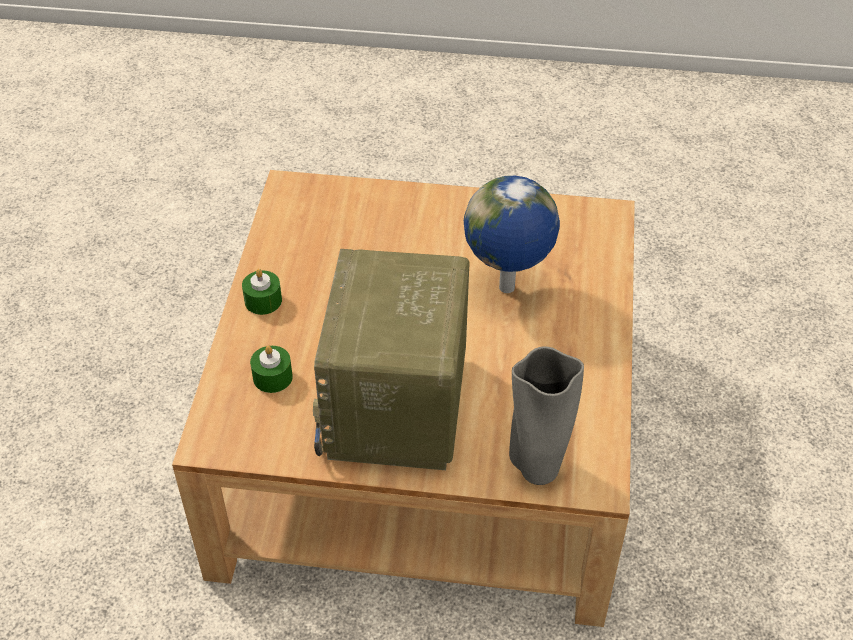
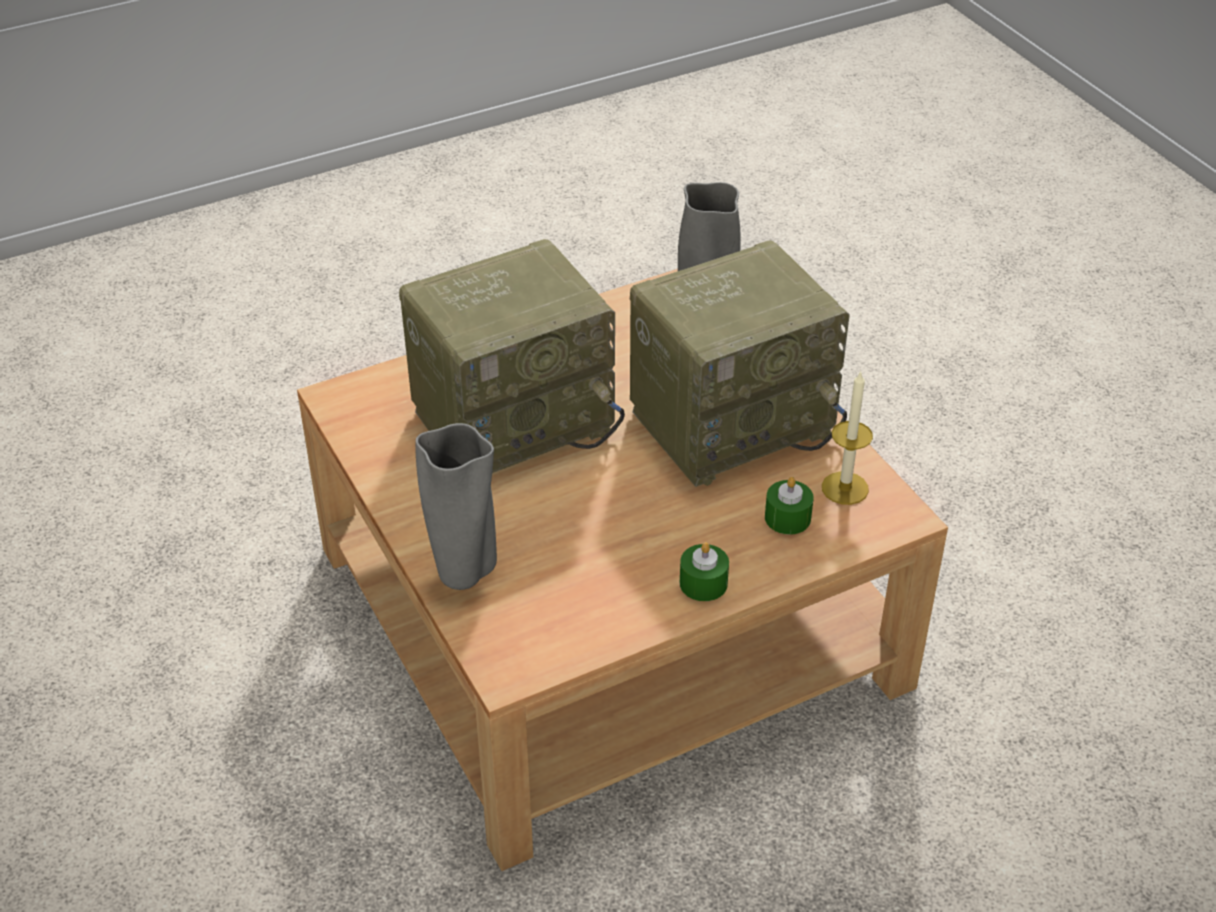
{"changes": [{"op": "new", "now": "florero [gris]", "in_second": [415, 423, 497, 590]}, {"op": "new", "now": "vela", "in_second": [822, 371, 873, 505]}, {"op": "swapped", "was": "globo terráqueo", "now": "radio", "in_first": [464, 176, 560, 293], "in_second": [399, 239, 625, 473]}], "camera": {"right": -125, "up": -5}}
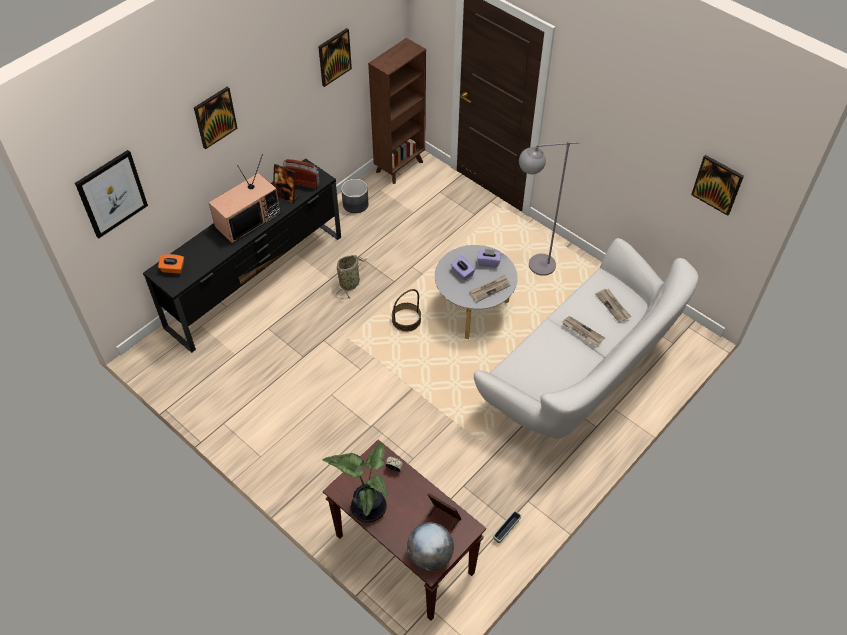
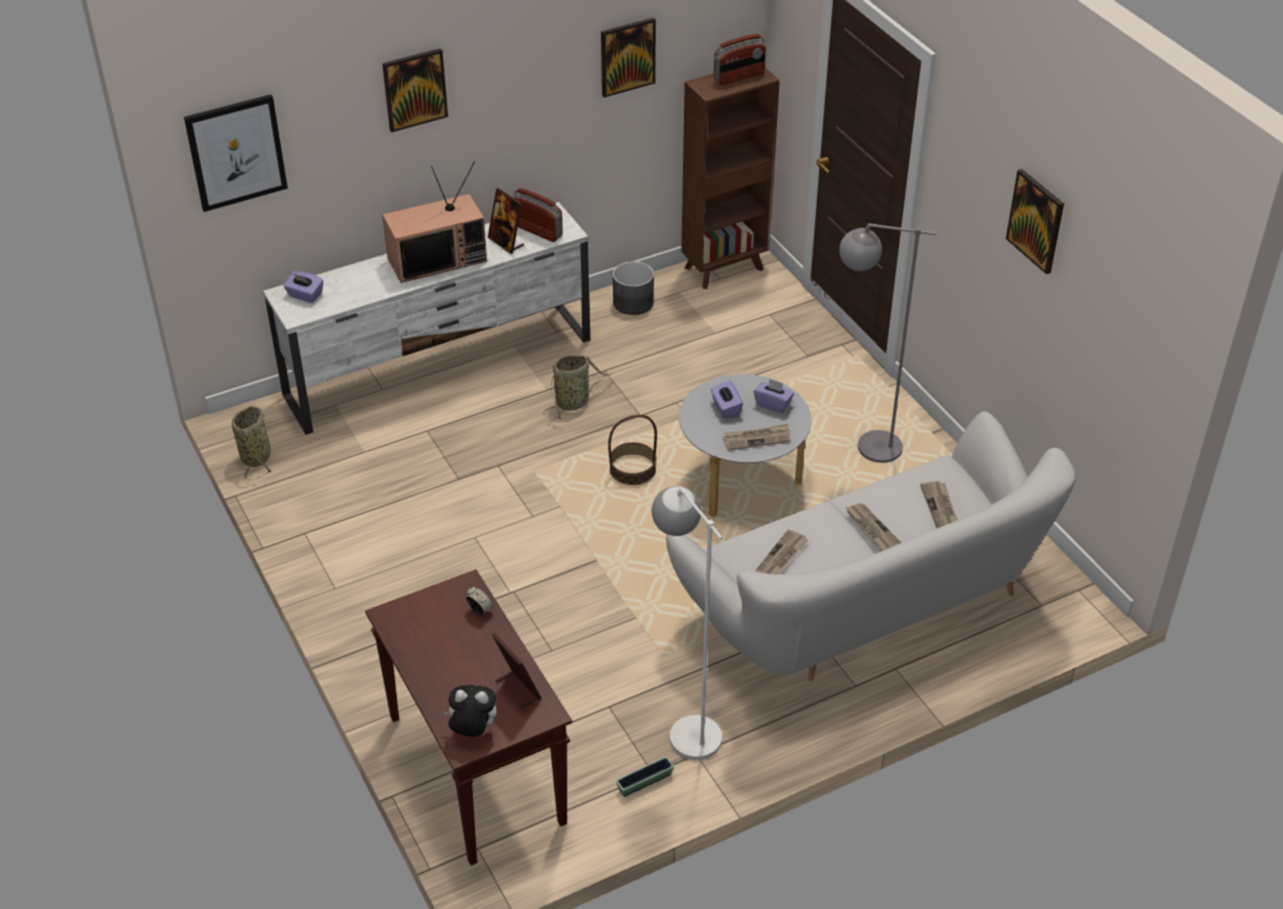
{"changes": [{"op": "gone", "was": "planta en maceta", "in_first": [322, 443, 390, 523]}, {"op": "new", "now": "cesta", "in_second": [232, 406, 272, 480]}, {"op": "new", "now": "lámpara de pie [blanco]", "in_second": [652, 486, 723, 760]}, {"op": "new", "now": "radio", "in_second": [714, 34, 766, 85]}, {"op": "new", "now": "periódico", "in_second": [755, 529, 808, 574]}, {"op": "shifted", "was": "cuadro", "in_first": [691, 155, 744, 216], "in_second": [1006, 169, 1064, 274]}, {"op": "swapped", "was": "globo terráqueo", "now": "peluche", "in_first": [407, 522, 454, 571], "in_second": [444, 685, 497, 737]}, {"op": "repainted", "was": "mueble de televisión [negro]", "now": "mueble de televisión [blanco]", "in_first": [143, 158, 341, 353], "in_second": [263, 202, 590, 435]}, {"op": "repainted", "was": "caja de pañuelos [naranja]", "now": "caja de pañuelos [morado]", "in_first": [158, 254, 184, 274], "in_second": [284, 271, 323, 303]}], "camera": {"right": 20, "up": -10}}
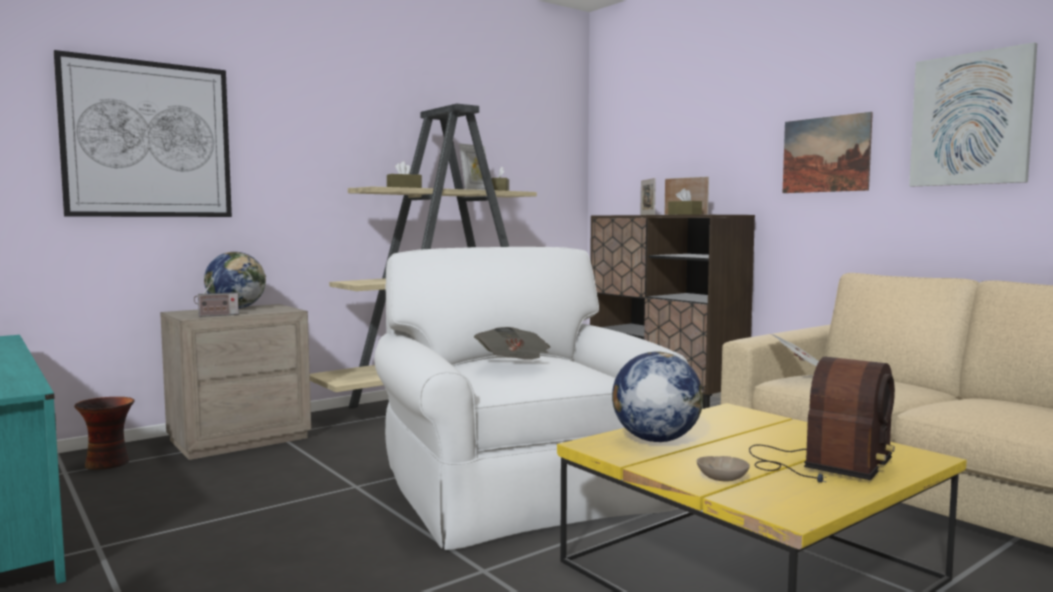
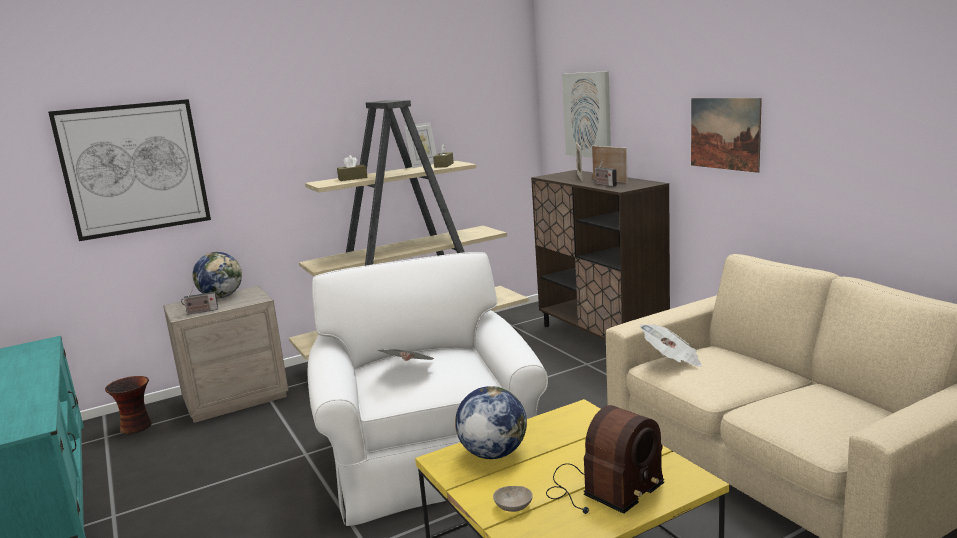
{"changes": [{"op": "shifted", "was": "cuadro", "in_first": [909, 42, 1037, 186], "in_second": [562, 71, 611, 158]}, {"op": "swapped", "was": "caja de pañuelos [marrón]", "now": "radio", "in_first": [668, 188, 702, 215], "in_second": [594, 159, 617, 187]}], "camera": {"right": 10, "up": 10}}
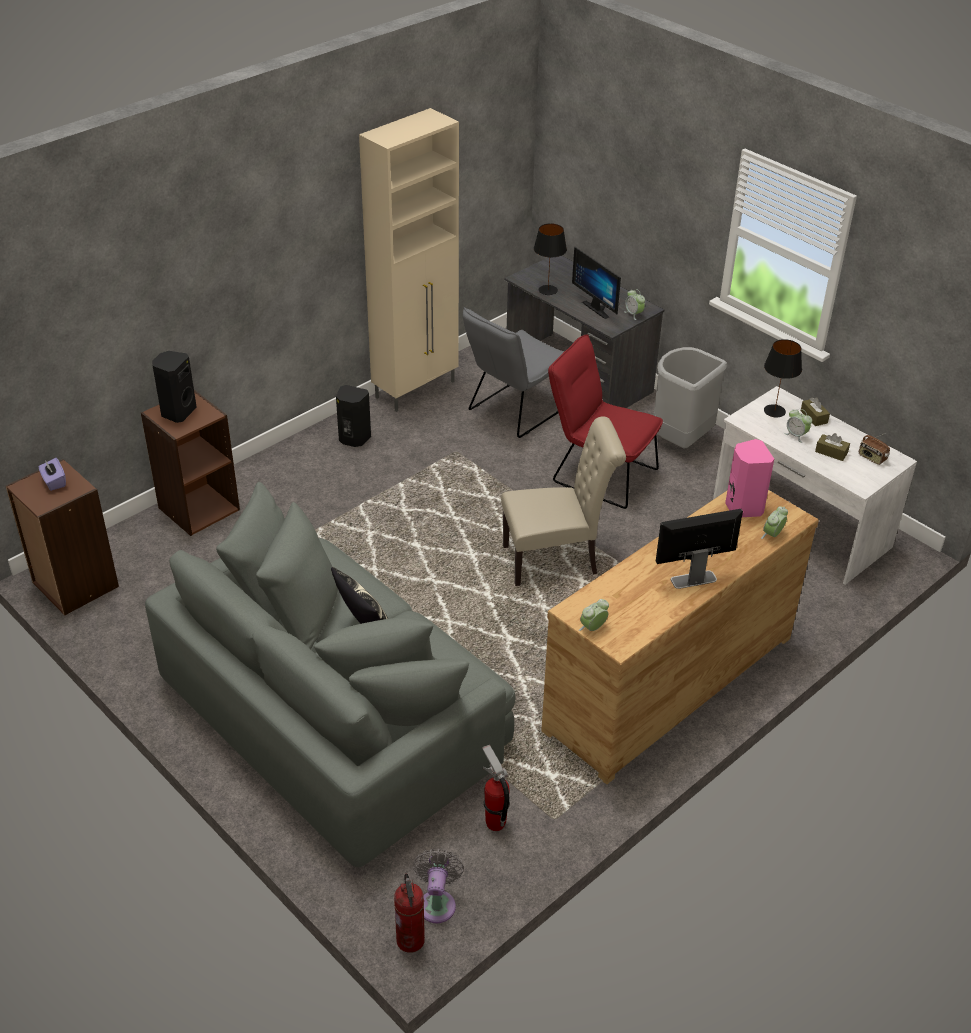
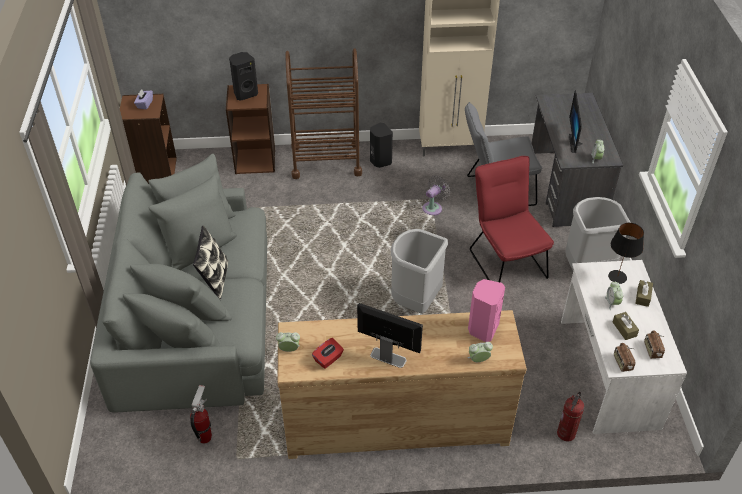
{"changes": [{"op": "gone", "was": "lámpara de mesa [negro]", "in_first": [534, 223, 567, 295]}, {"op": "new", "now": "carrito [marrón]", "in_second": [285, 48, 362, 179]}, {"op": "new", "now": "caja de pañuelos [rojo]", "in_second": [312, 338, 344, 369]}, {"op": "new", "now": "radio", "in_second": [614, 343, 636, 372]}, {"op": "shifted", "was": "extintor", "in_first": [394, 873, 425, 953], "in_second": [557, 392, 584, 441]}, {"op": "shifted", "was": "ventilador [gris]", "in_first": [413, 849, 464, 923], "in_second": [422, 175, 450, 216]}, {"op": "swapped", "was": "silla [beis]", "now": "papelera [gris]", "in_first": [501, 416, 626, 586], "in_second": [391, 229, 448, 314]}], "camera": {"right": 40, "up": 5}}
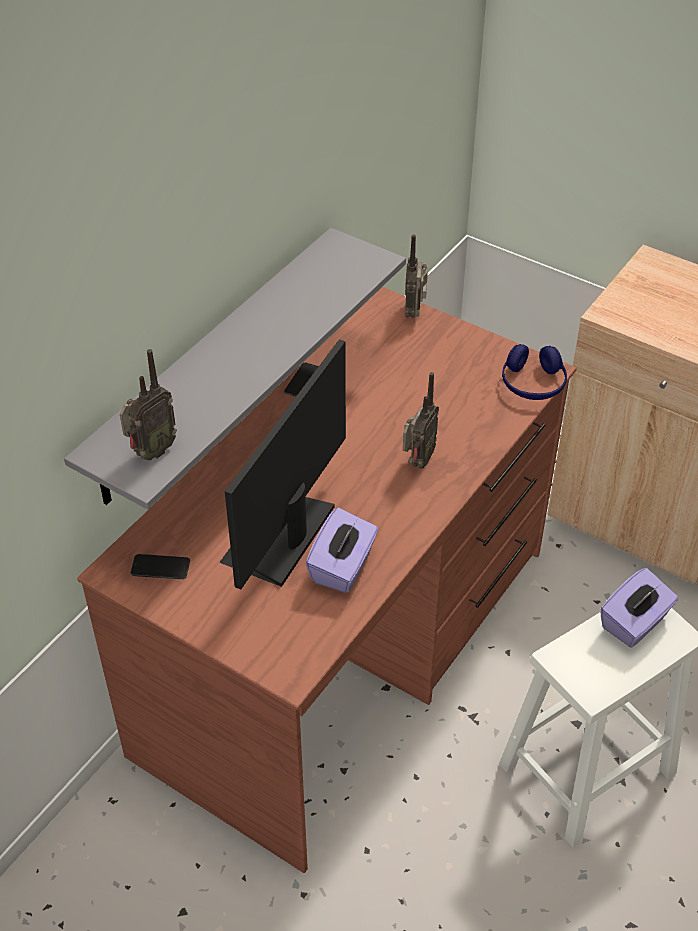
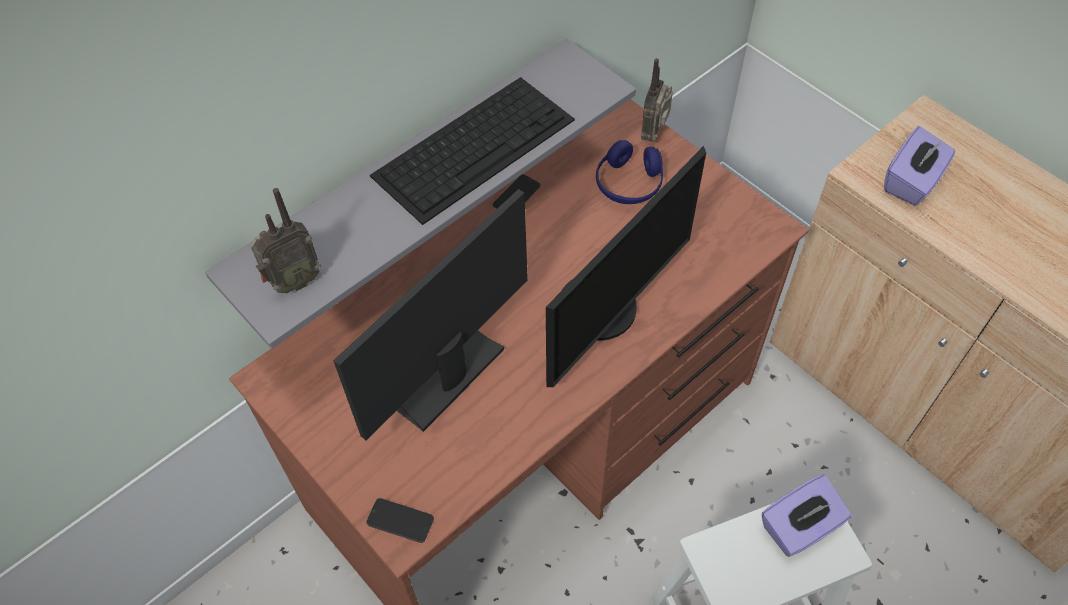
{"changes": [{"op": "new", "now": "teclado", "in_second": [370, 77, 575, 225]}, {"op": "shifted", "was": "móvil", "in_first": [131, 554, 190, 579], "in_second": [366, 498, 434, 543]}, {"op": "shifted", "was": "caja de pañuelos [morado]", "in_first": [306, 508, 378, 593], "in_second": [884, 126, 955, 206]}, {"op": "shifted", "was": "auriculares [azul]", "in_first": [502, 344, 567, 400], "in_second": [596, 140, 663, 204]}, {"op": "swapped", "was": "radio", "now": "monitor", "in_first": [403, 372, 439, 468], "in_second": [546, 146, 706, 387]}], "camera": {"right": 15, "up": 10}}
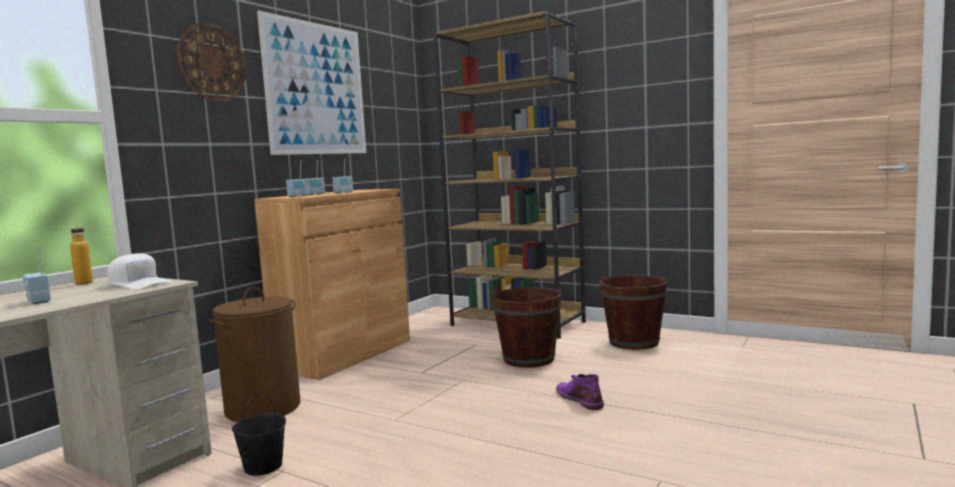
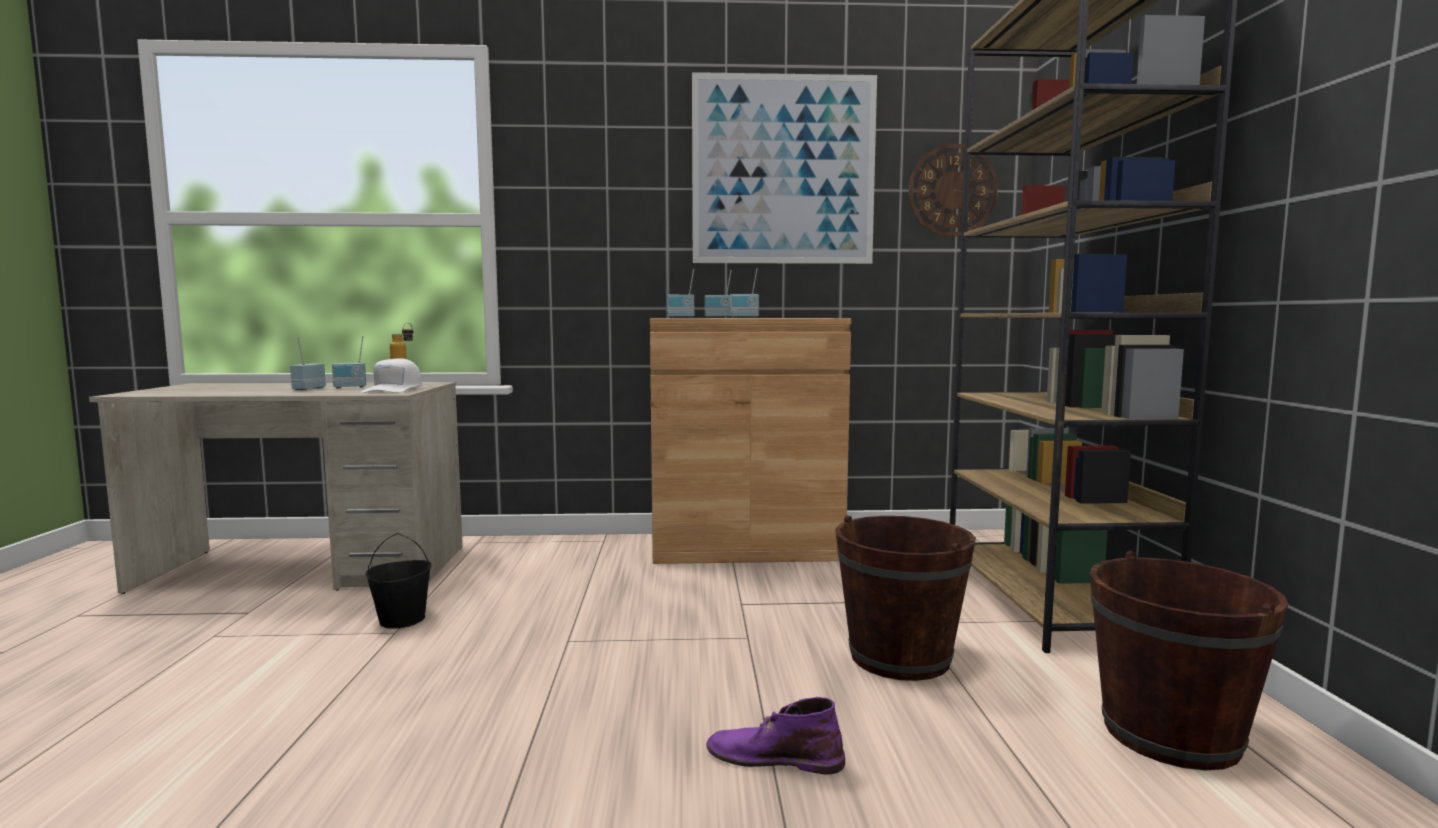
{"changes": [{"op": "gone", "was": "cesto de la ropa [marrón]", "in_first": [209, 287, 301, 422]}, {"op": "new", "now": "radio", "in_second": [332, 336, 366, 388]}, {"op": "shifted", "was": "reloj de pared", "in_first": [176, 22, 247, 102], "in_second": [909, 144, 998, 236]}, {"op": "rotated", "was": "bota [morado]", "in_first": [556, 374, 604, 410], "in_second": [706, 697, 845, 775], "clockwise": -105}], "camera": {"right": 55, "up": 0}}
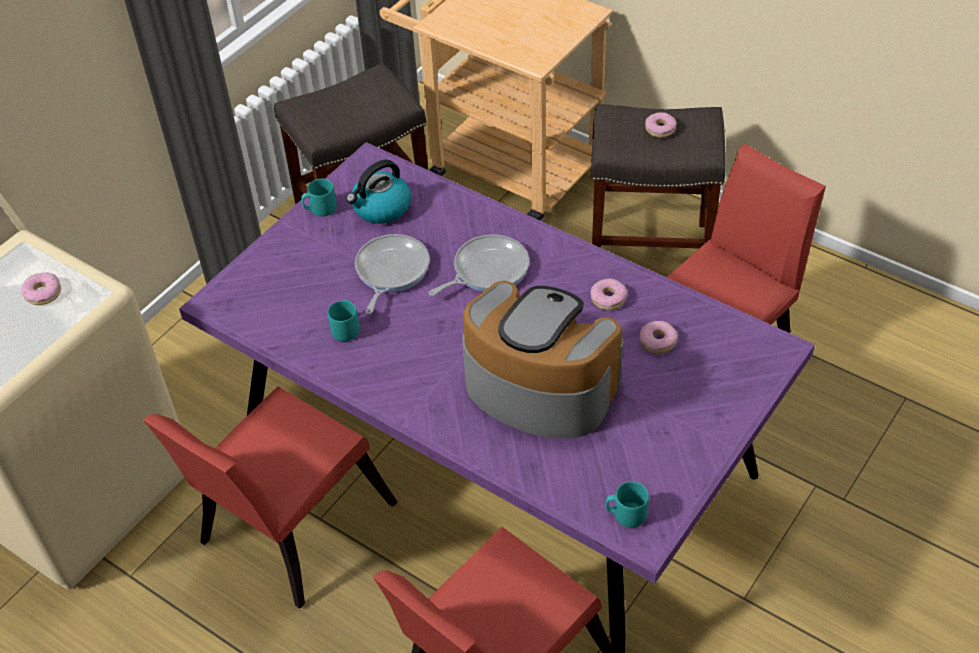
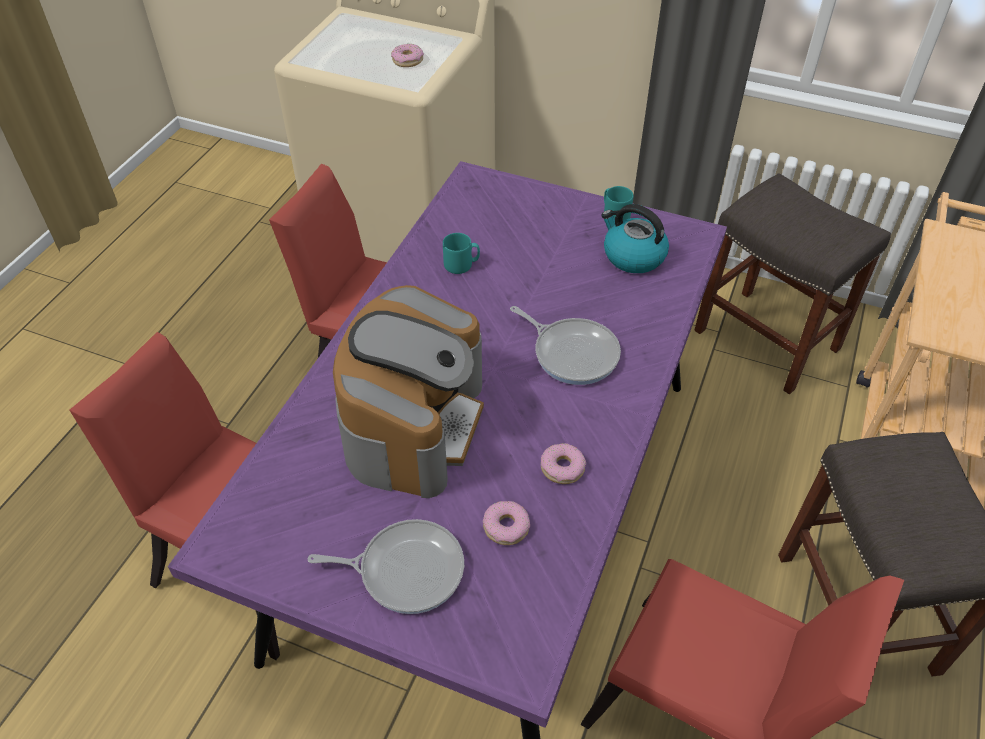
{"changes": [{"op": "gone", "was": "taza grande [turquesa]", "in_first": [606, 482, 649, 528]}, {"op": "gone", "was": "rosquilla", "in_first": [645, 112, 677, 138]}, {"op": "shifted", "was": "sartén", "in_first": [355, 234, 429, 314], "in_second": [307, 519, 464, 614]}], "camera": {"right": 75, "up": 0}}
